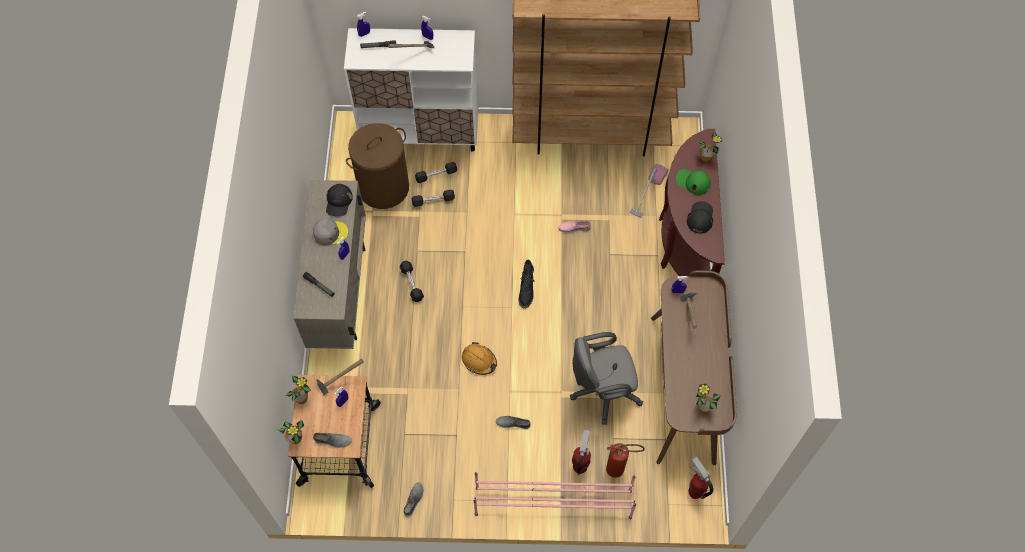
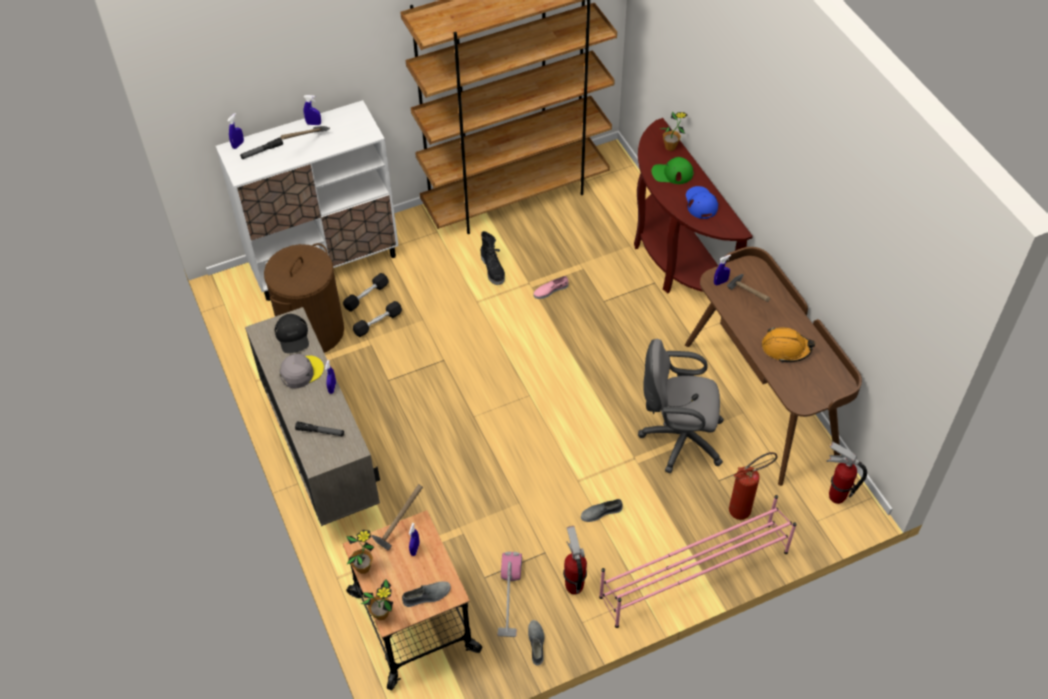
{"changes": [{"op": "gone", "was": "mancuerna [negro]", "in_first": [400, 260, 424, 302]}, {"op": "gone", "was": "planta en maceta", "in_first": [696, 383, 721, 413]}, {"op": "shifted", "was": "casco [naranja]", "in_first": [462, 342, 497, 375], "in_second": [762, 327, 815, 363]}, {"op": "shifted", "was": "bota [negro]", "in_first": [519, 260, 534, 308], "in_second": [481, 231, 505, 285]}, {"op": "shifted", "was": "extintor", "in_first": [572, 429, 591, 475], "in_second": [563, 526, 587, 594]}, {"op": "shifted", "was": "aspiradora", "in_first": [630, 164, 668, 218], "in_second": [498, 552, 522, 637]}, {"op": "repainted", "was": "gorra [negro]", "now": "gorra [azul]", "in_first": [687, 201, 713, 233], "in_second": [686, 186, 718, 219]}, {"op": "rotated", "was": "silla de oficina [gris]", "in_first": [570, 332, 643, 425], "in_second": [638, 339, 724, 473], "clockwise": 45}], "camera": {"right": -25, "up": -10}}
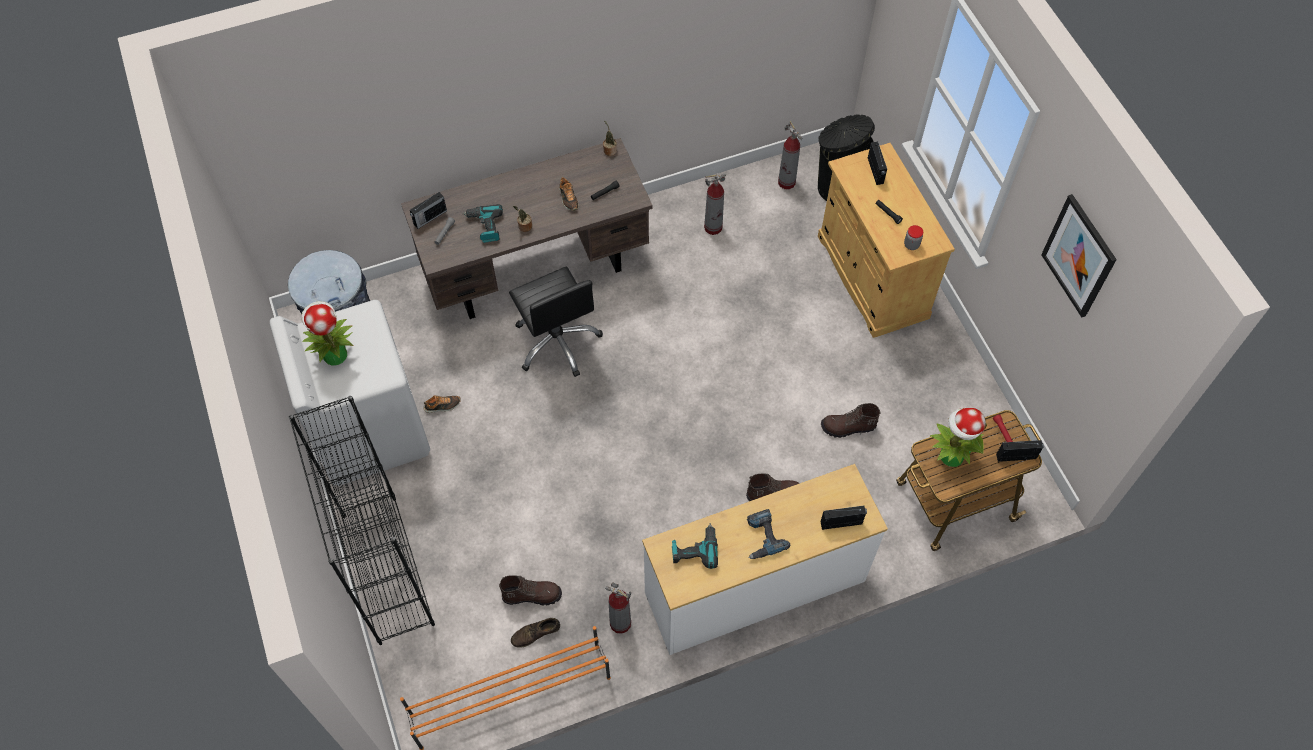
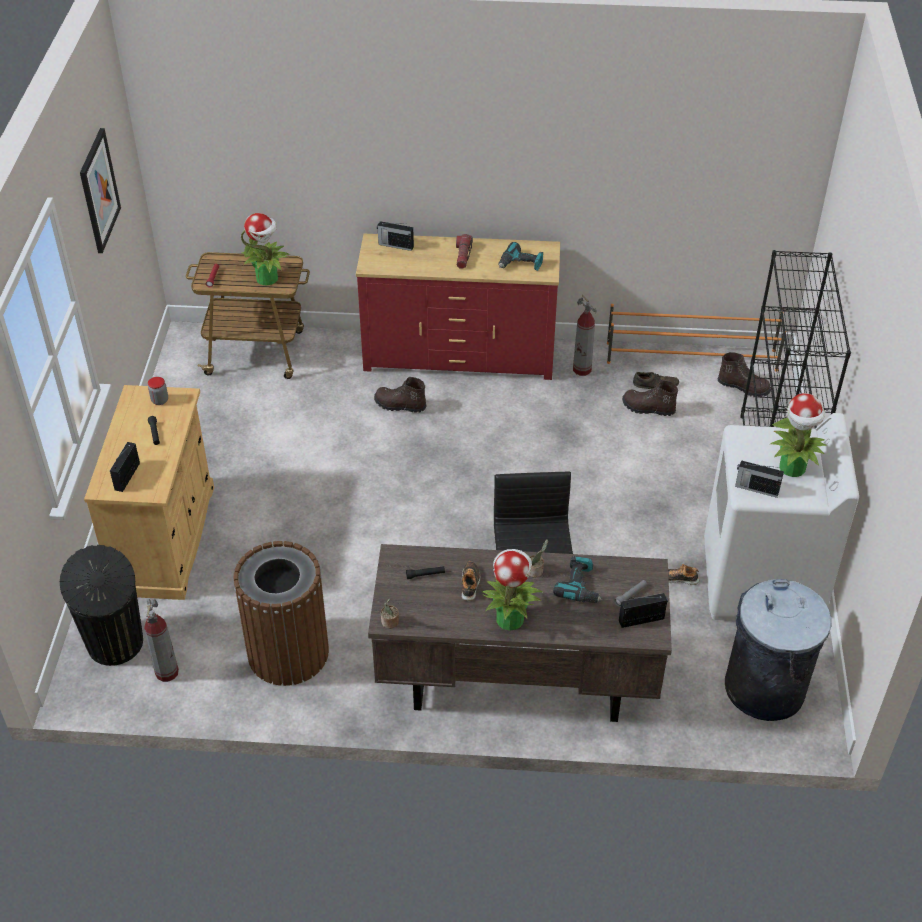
{"changes": [{"op": "new", "now": "planta en maceta", "in_second": [482, 549, 543, 631]}, {"op": "shifted", "was": "bota [marrón]", "in_first": [821, 403, 881, 438], "in_second": [718, 352, 771, 397]}, {"op": "shifted", "was": "radio", "in_first": [996, 440, 1044, 462], "in_second": [735, 460, 784, 498]}, {"op": "swapped", "was": "extintor", "now": "papelera [marrón]", "in_first": [704, 174, 726, 235], "in_second": [233, 541, 329, 686]}, {"op": "swapped", "was": "taladro", "now": "linterna", "in_first": [747, 509, 790, 559], "in_second": [456, 234, 473, 269]}, {"op": "repainted", "was": "cómoda [blanco]", "now": "cómoda [rojo]", "in_first": [642, 464, 888, 655], "in_second": [356, 234, 560, 380]}], "camera": {"right": -155, "up": -15}}
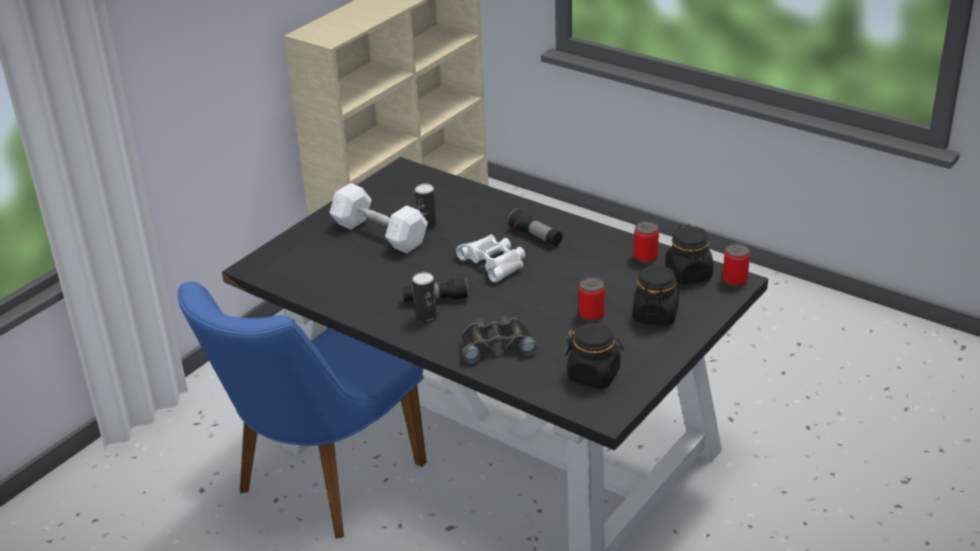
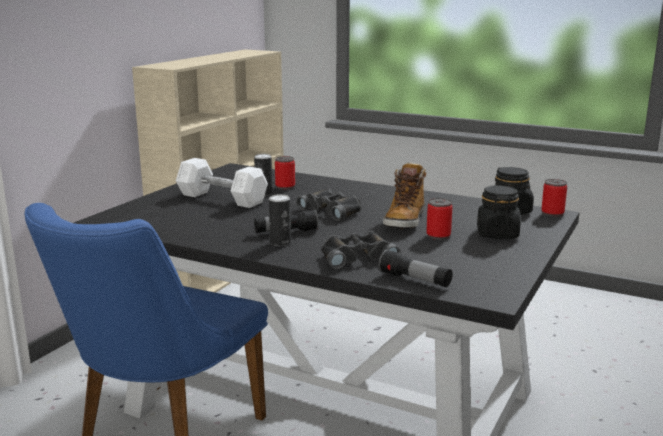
{"changes": [{"op": "gone", "was": "tarro [negro]", "in_first": [565, 323, 624, 389]}, {"op": "new", "now": "bota", "in_second": [383, 162, 426, 229]}, {"op": "shifted", "was": "linterna", "in_first": [507, 208, 562, 246], "in_second": [378, 249, 453, 287]}, {"op": "shifted", "was": "lata", "in_first": [634, 221, 659, 263], "in_second": [275, 156, 295, 190]}, {"op": "repainted", "was": "prismáticos [blanco]", "now": "prismáticos [negro]", "in_first": [456, 234, 525, 283], "in_second": [296, 188, 361, 221]}], "camera": {"right": -10, "up": -15}}
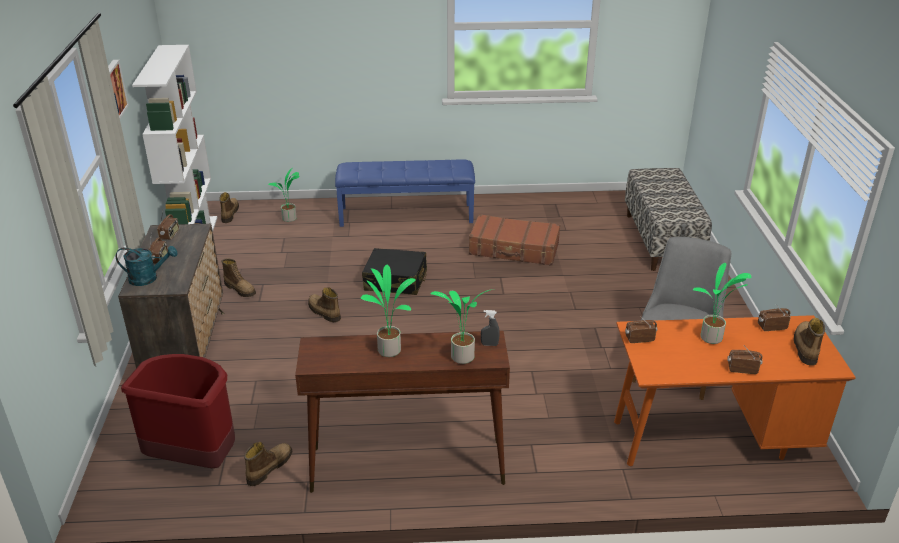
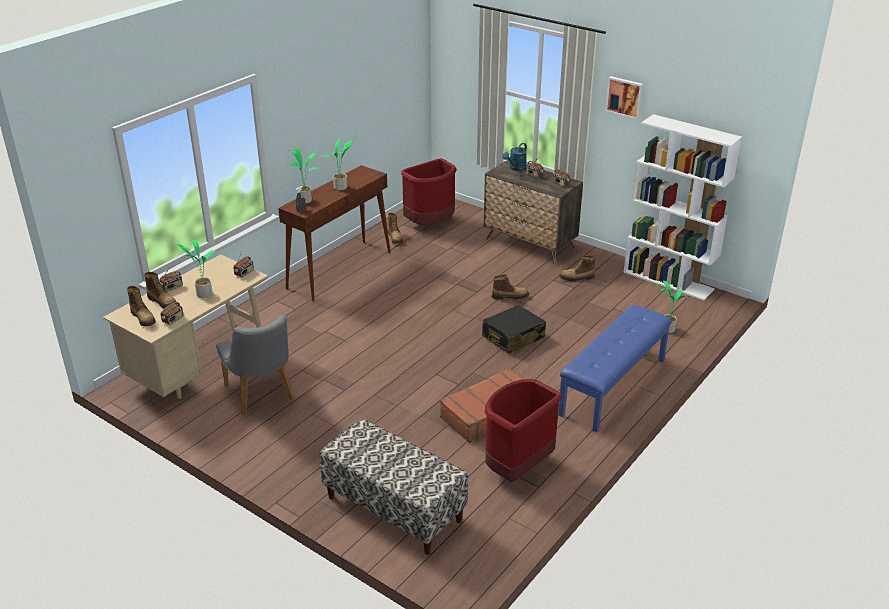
{"changes": [{"op": "new", "now": "papelera [rojo]", "in_second": [485, 379, 562, 482]}, {"op": "shifted", "was": "bota", "in_first": [219, 192, 239, 223], "in_second": [144, 272, 177, 309]}, {"op": "repainted", "was": "escritorio [naranja]", "now": "escritorio [beis]", "in_first": [614, 315, 856, 466], "in_second": [103, 254, 268, 399]}], "camera": {"right": 130, "up": 0}}
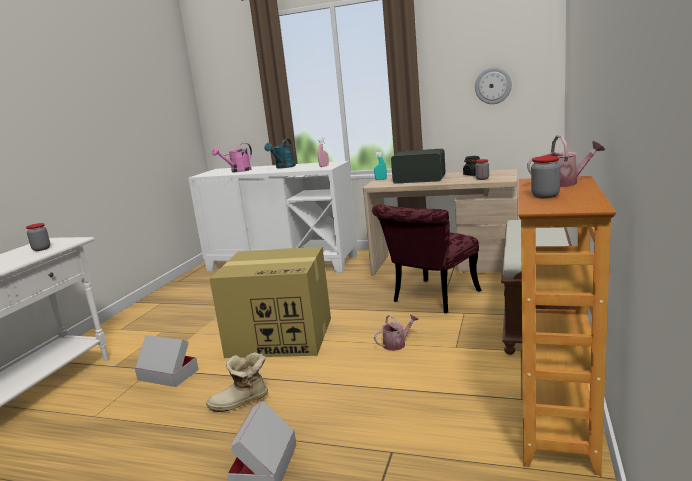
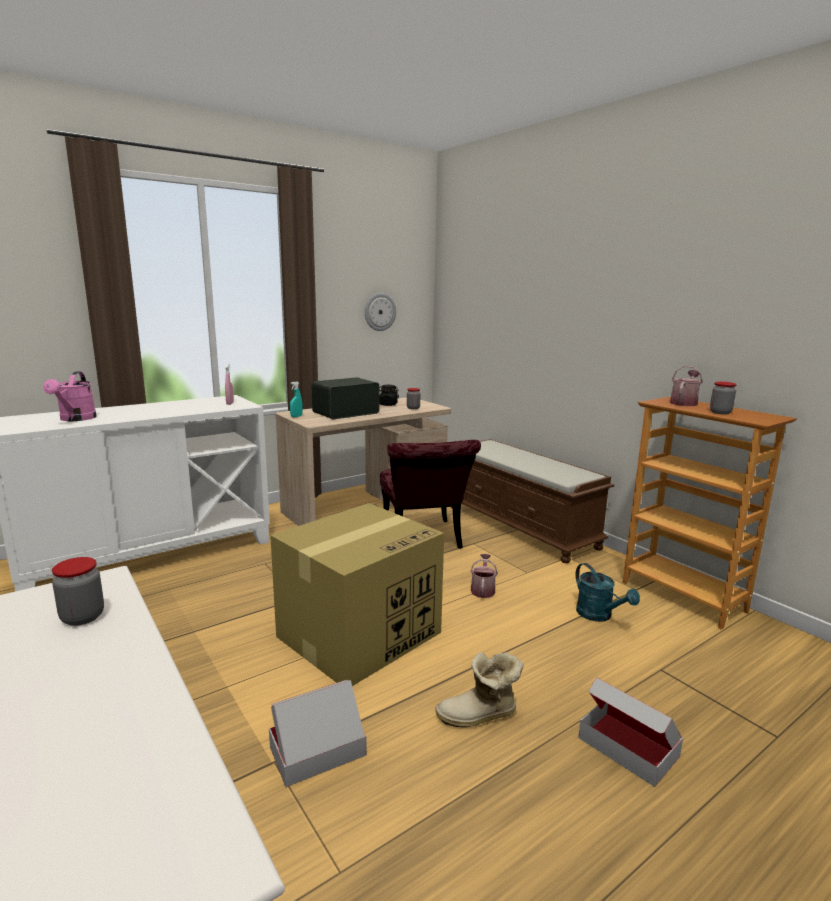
{"changes": [{"op": "shifted", "was": "regadera [turquesa]", "in_first": [264, 139, 296, 169], "in_second": [576, 563, 640, 622]}, {"op": "rotated", "was": "bota", "in_first": [206, 352, 268, 412], "in_second": [435, 652, 524, 727], "clockwise": 60}], "camera": {"right": -55, "up": 0}}
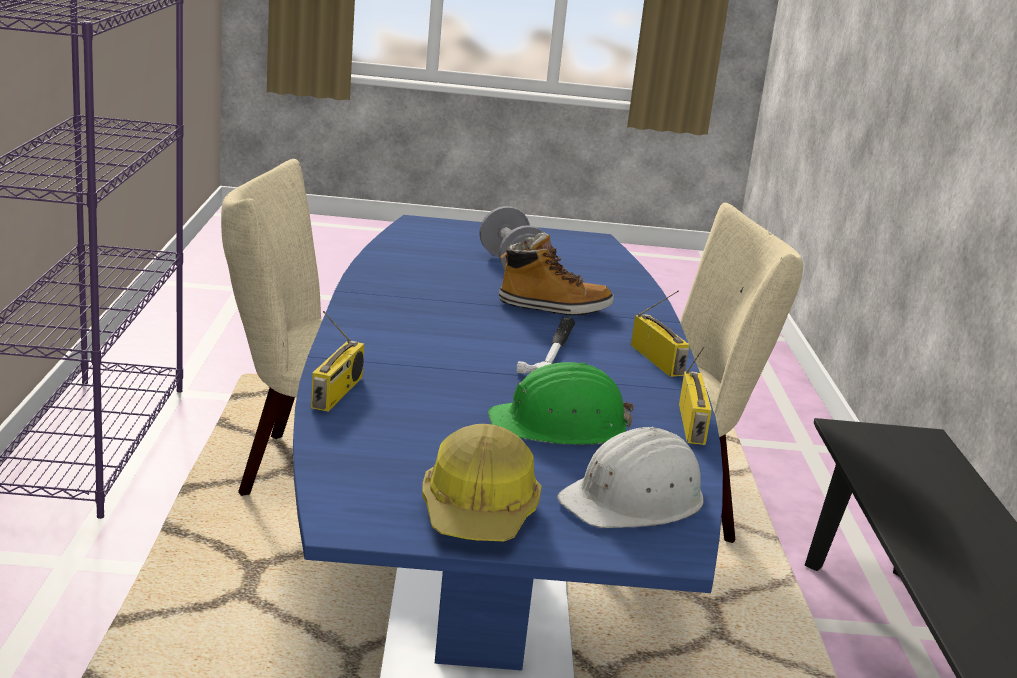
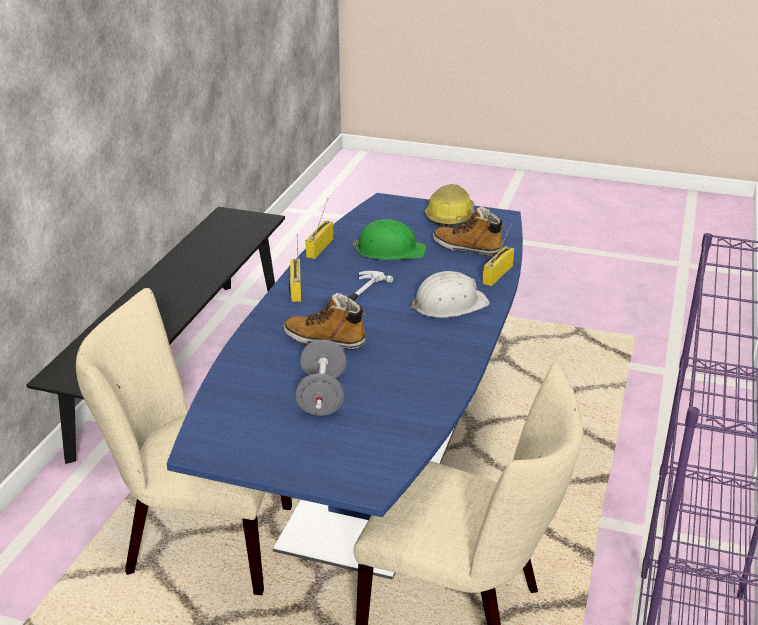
{"changes": [{"op": "new", "now": "bota", "in_second": [433, 207, 505, 256]}, {"op": "shifted", "was": "casco [blanco]", "in_first": [557, 425, 703, 528], "in_second": [411, 271, 490, 318]}], "camera": {"right": -160, "up": 10}}
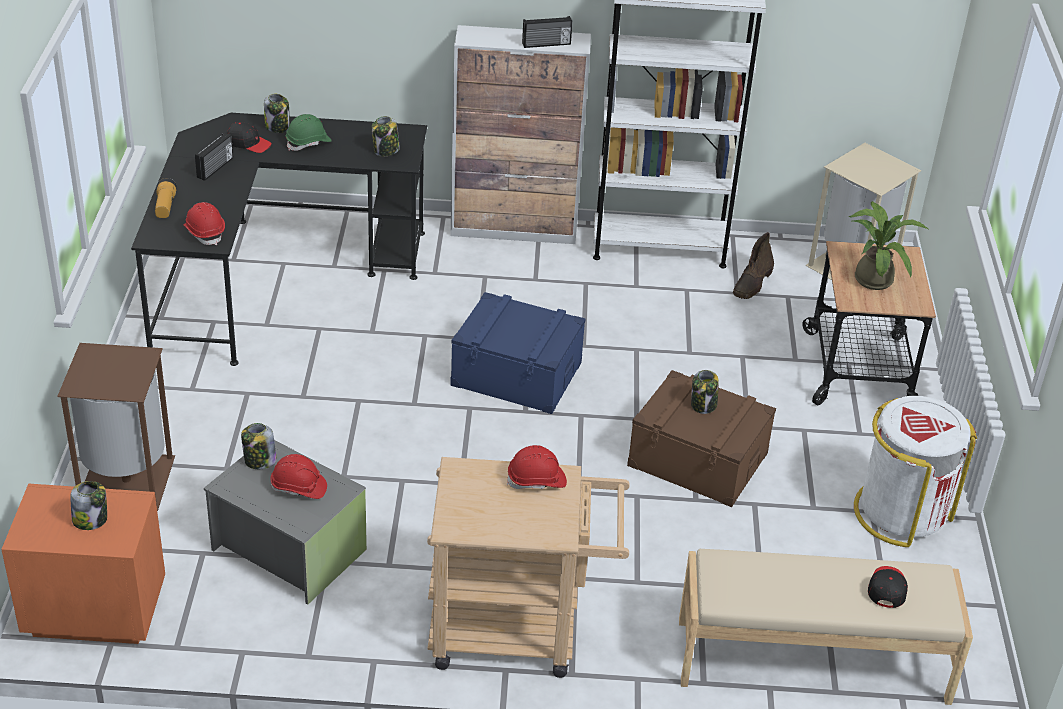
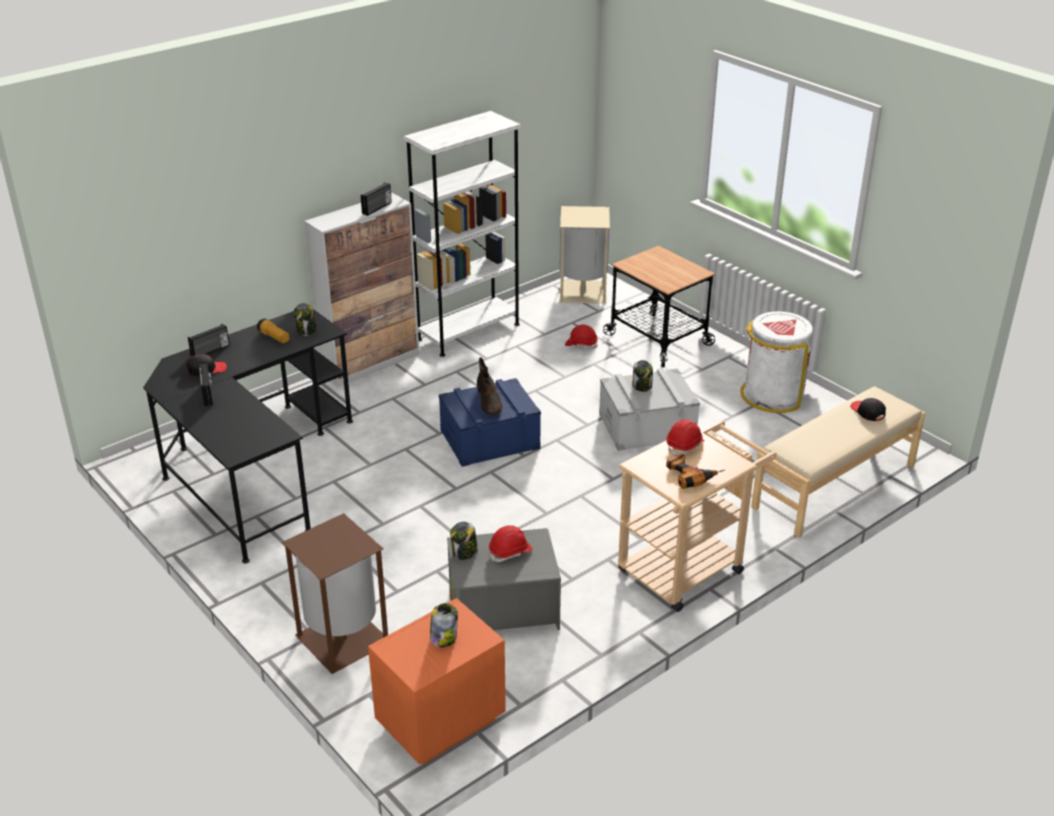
{"changes": [{"op": "gone", "was": "casco [verde]", "in_first": [286, 114, 332, 151]}, {"op": "gone", "was": "planta en maceta", "in_first": [848, 201, 929, 290]}, {"op": "new", "now": "taladro", "in_second": [666, 453, 725, 489]}, {"op": "shifted", "was": "linterna", "in_first": [155, 178, 177, 218], "in_second": [257, 318, 290, 343]}, {"op": "shifted", "was": "casco [rojo]", "in_first": [183, 202, 225, 245], "in_second": [565, 324, 598, 349]}, {"op": "shifted", "was": "bota [marrón]", "in_first": [733, 232, 774, 299], "in_second": [477, 357, 503, 415]}, {"op": "swapped", "was": "tarro", "now": "radio", "in_first": [264, 94, 290, 133], "in_second": [188, 324, 230, 356]}, {"op": "repainted", "was": "caja de almacenaje [marrón]", "now": "caja de almacenaje [gris]", "in_first": [627, 370, 776, 507], "in_second": [599, 368, 700, 451]}], "camera": {"right": -40, "up": -5}}
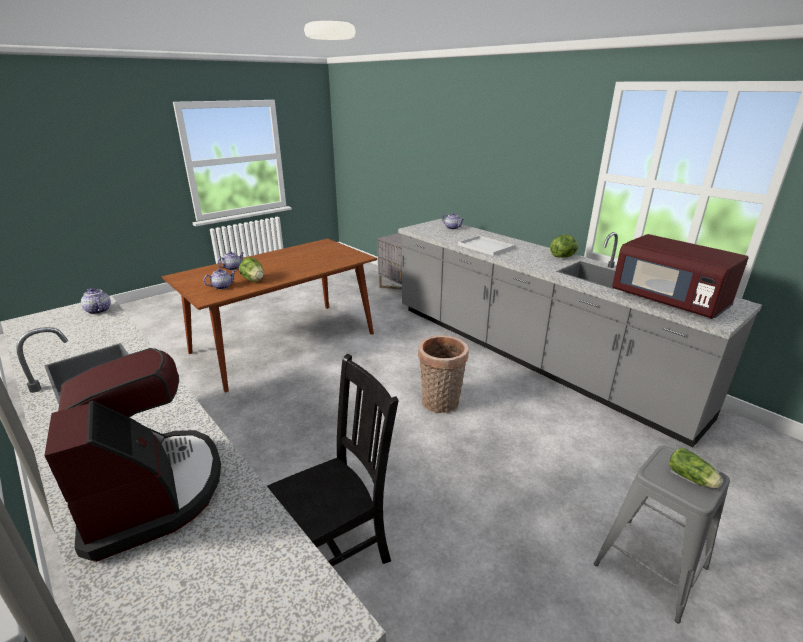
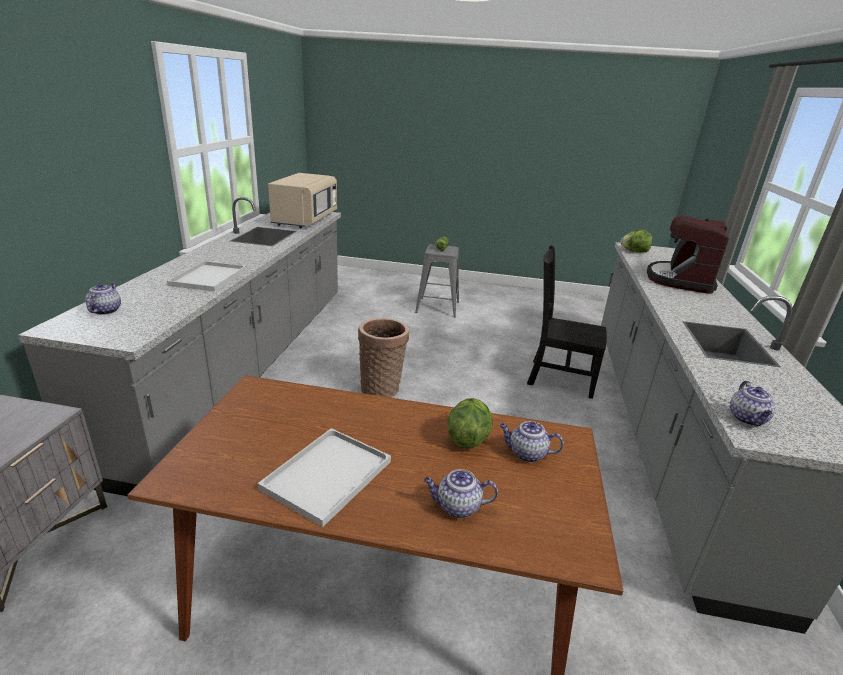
{"changes": [{"op": "new", "now": "bandeja [blanco]", "in_second": [258, 428, 391, 527]}, {"op": "shifted", "was": "lechuga", "in_first": [550, 235, 578, 258], "in_second": [621, 230, 652, 253]}, {"op": "repainted", "was": "microondas [rojo]", "now": "microondas [beis]", "in_first": [612, 234, 749, 319], "in_second": [268, 173, 337, 228]}], "camera": {"right": -130, "up": 0}}
